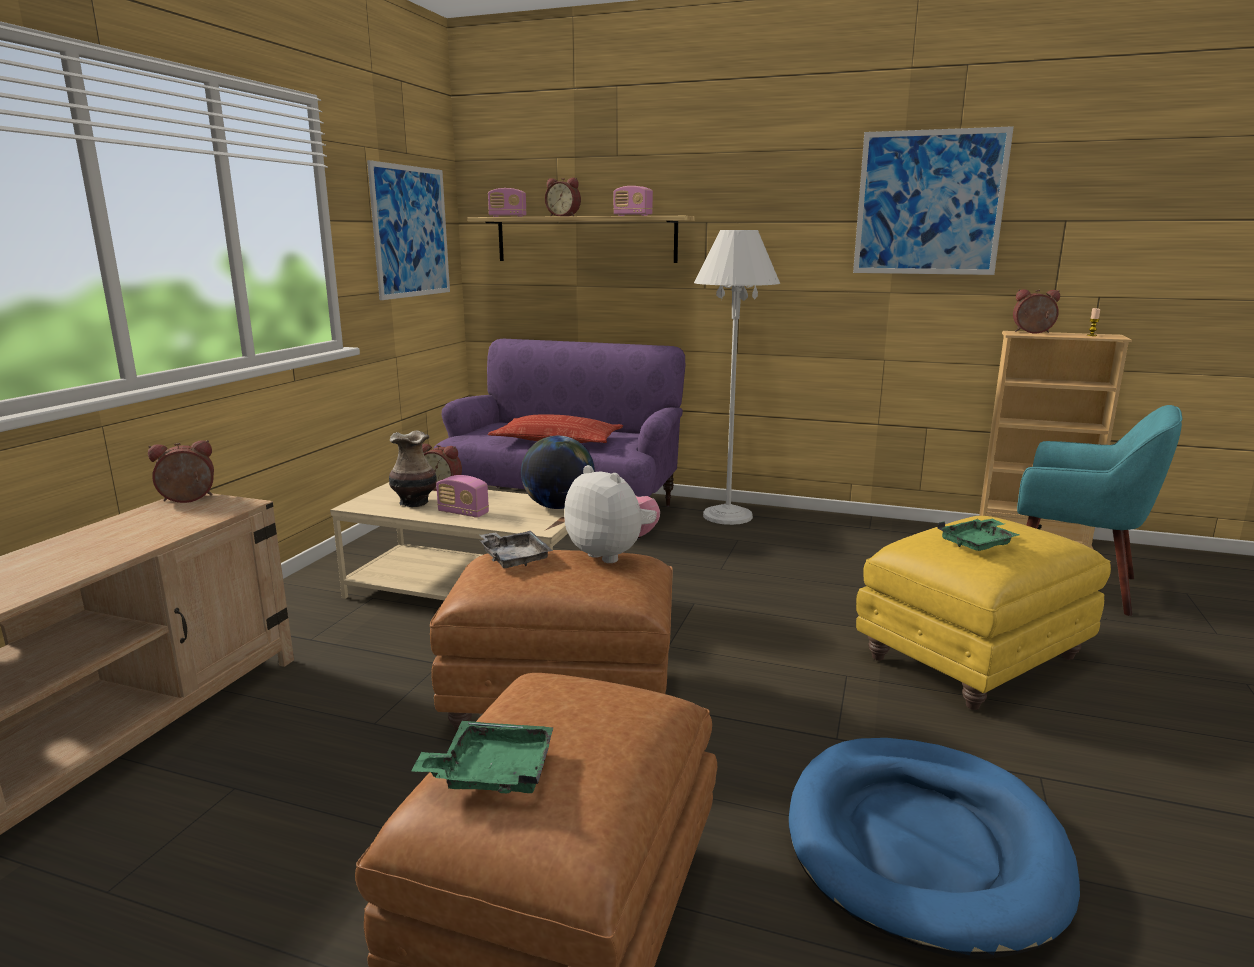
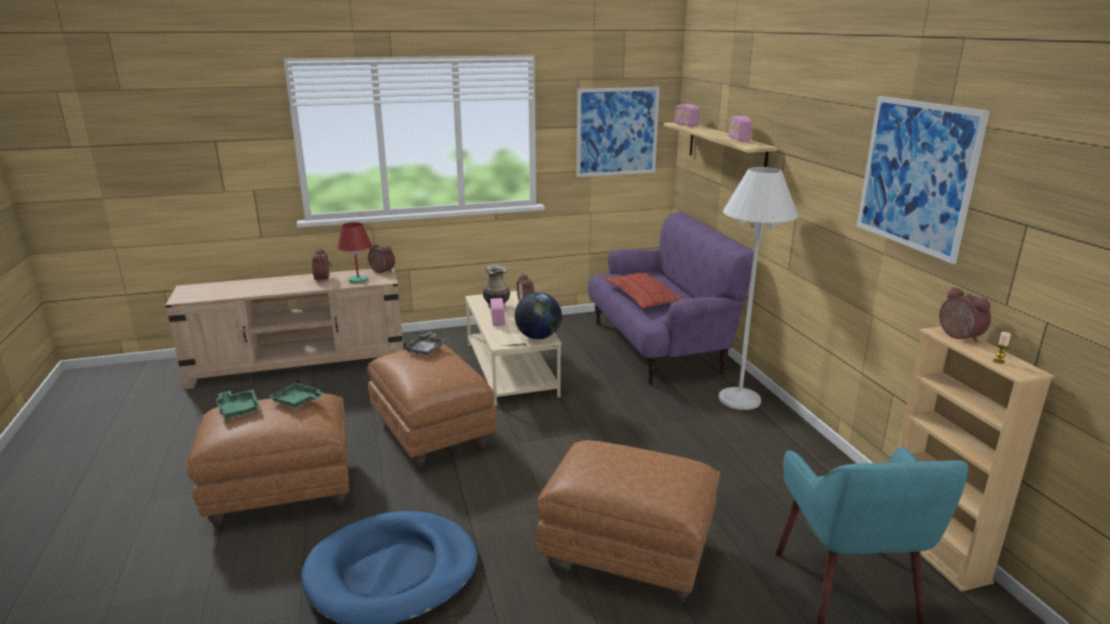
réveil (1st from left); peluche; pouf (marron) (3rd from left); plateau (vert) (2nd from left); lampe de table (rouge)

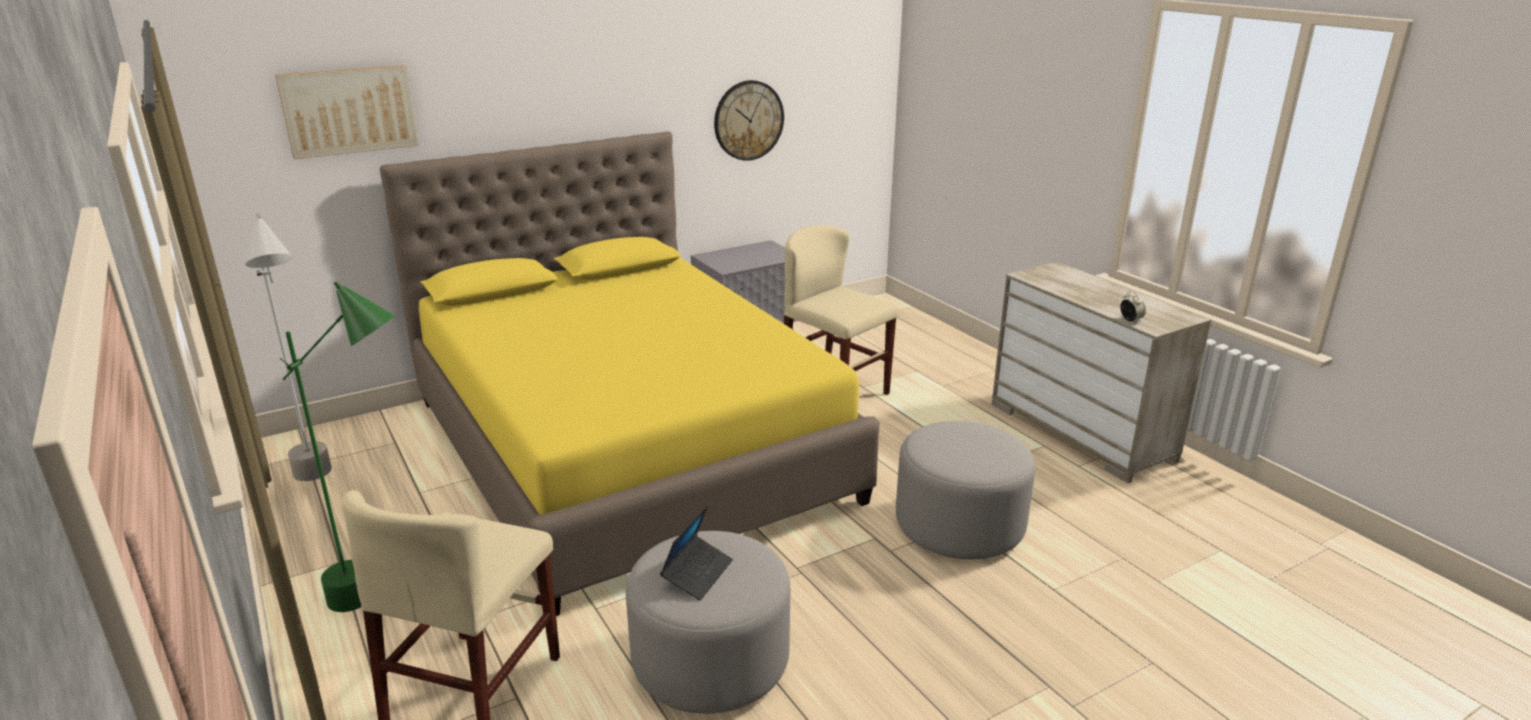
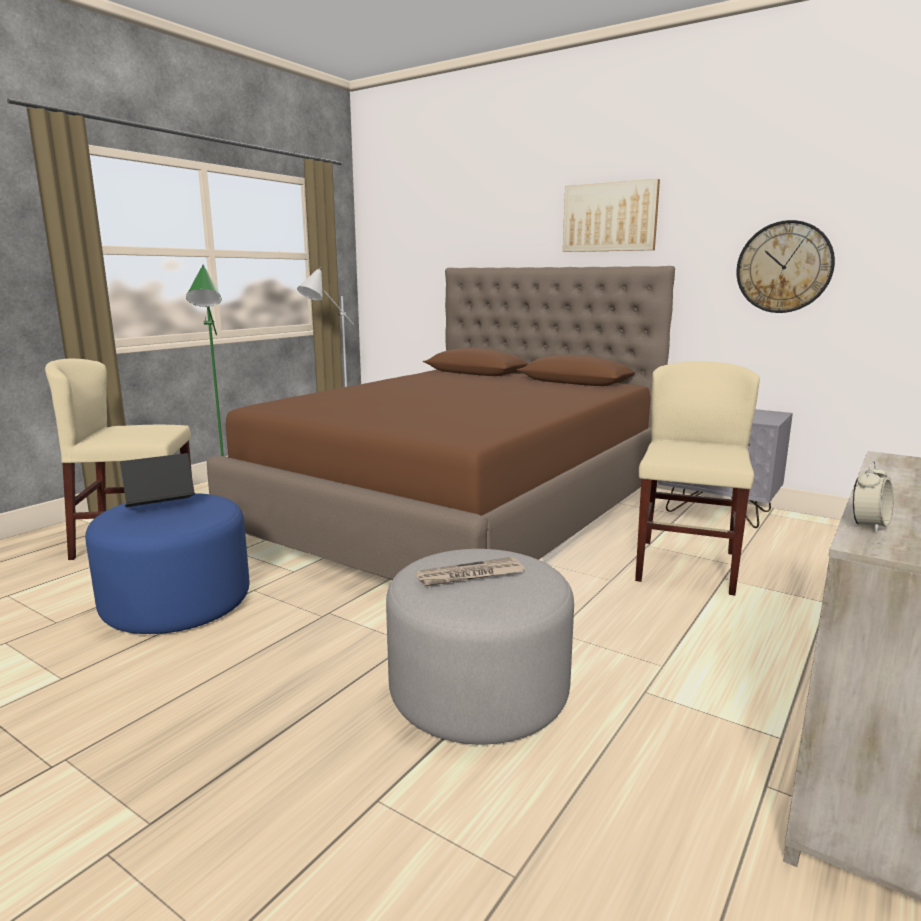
tableau; lit (marron); ordinateur portable; pouf (bleu); journal

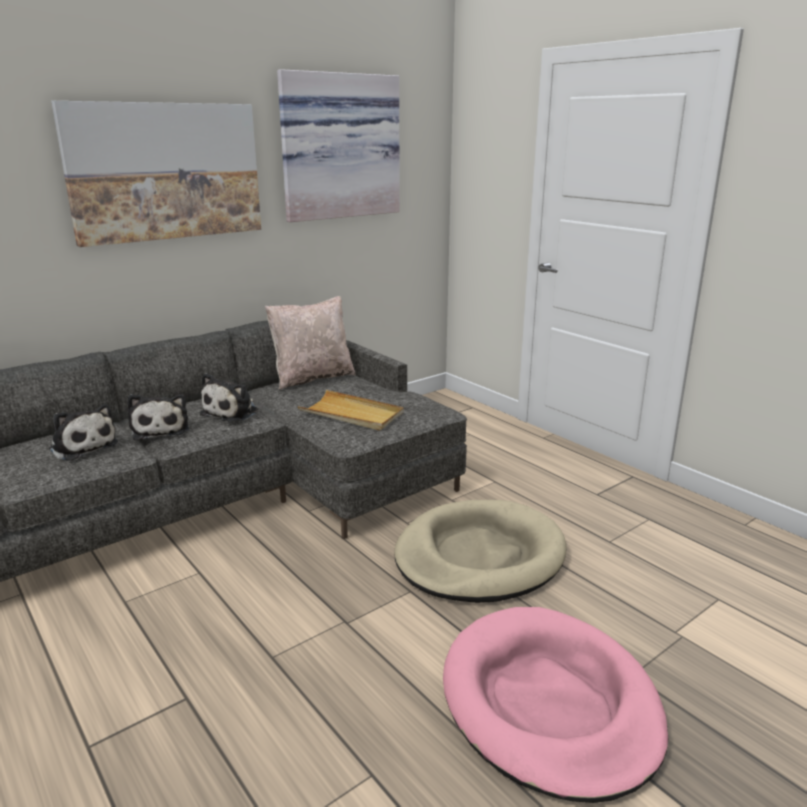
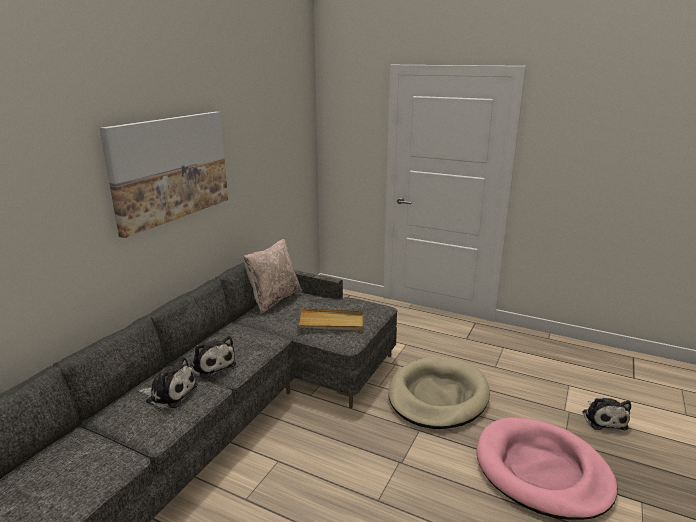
tableau (2nd from left in the first image); peluche (3rd from left)

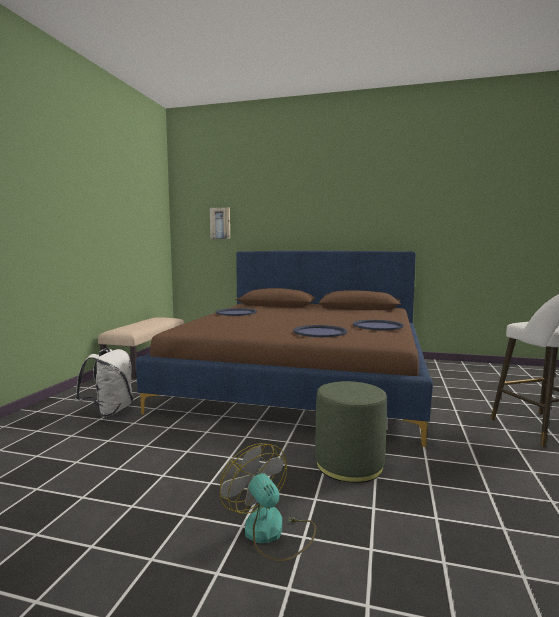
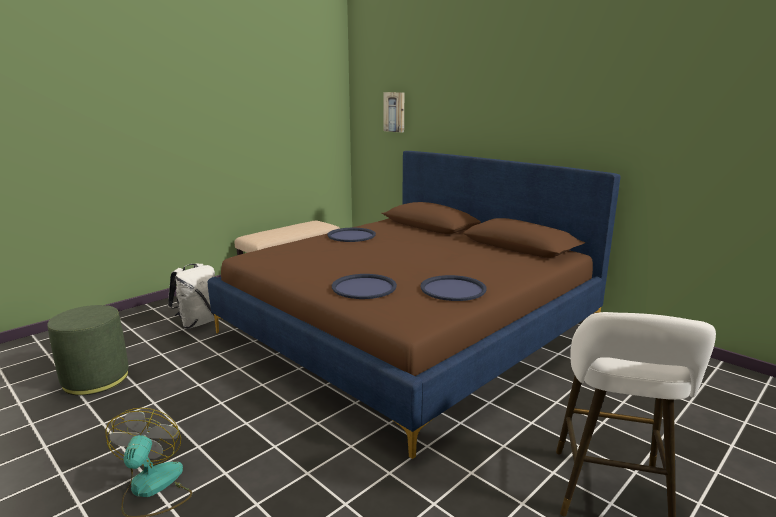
pouf (vert)

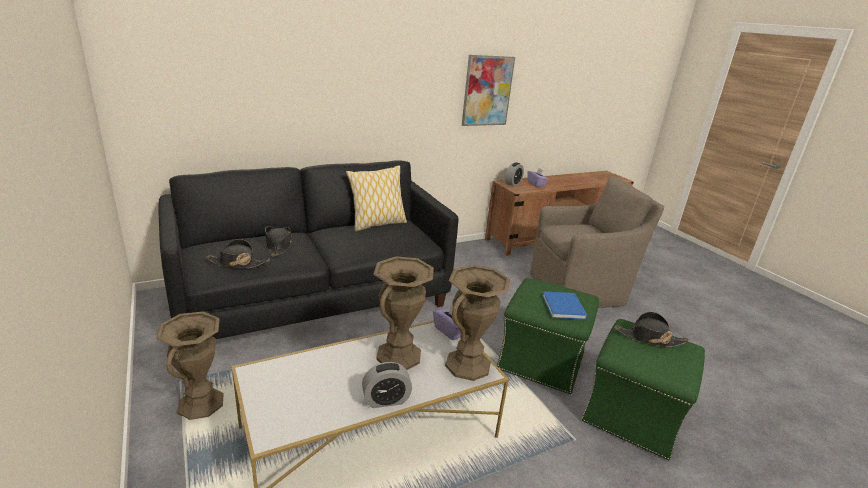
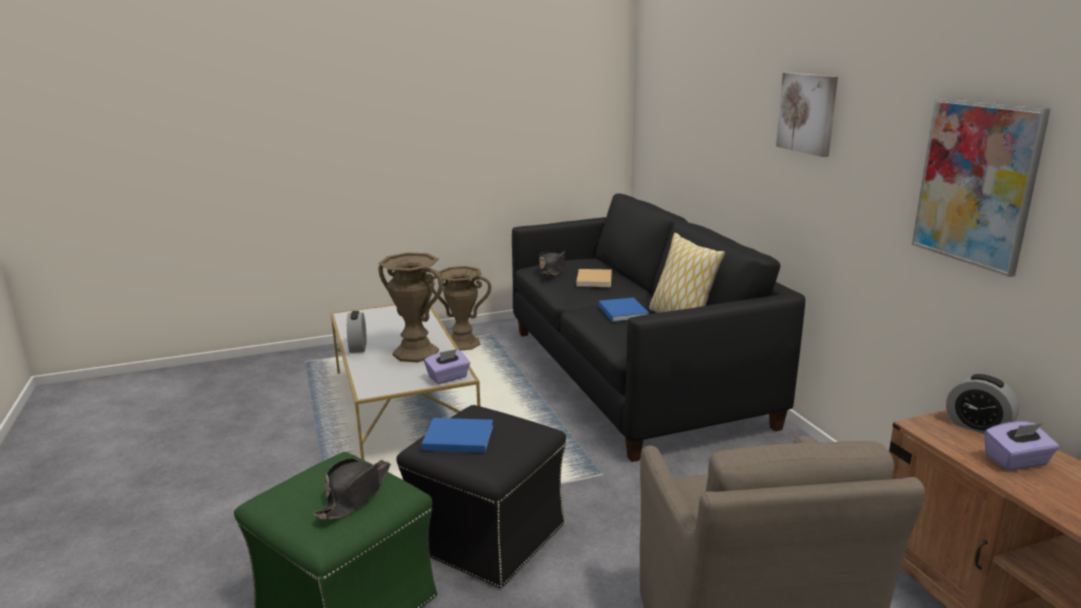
livre (beige); vase (marron) (3rd from left in the first image); pouf (noir); tableau (1st from left); livre (bleu) (2nd from left)

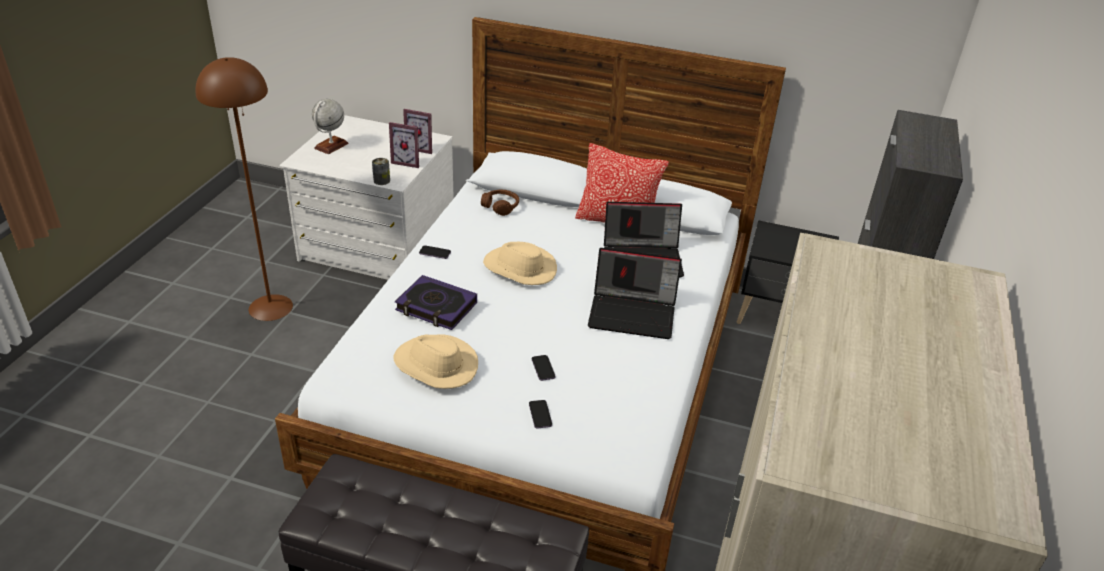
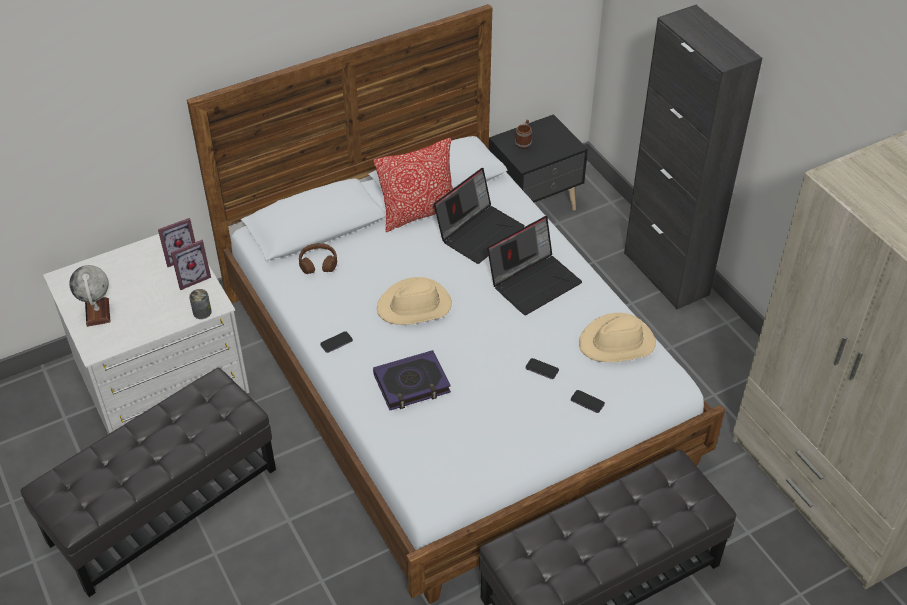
pouf (noir) (1st from left); chapeau (beige) (2nd from left); mug

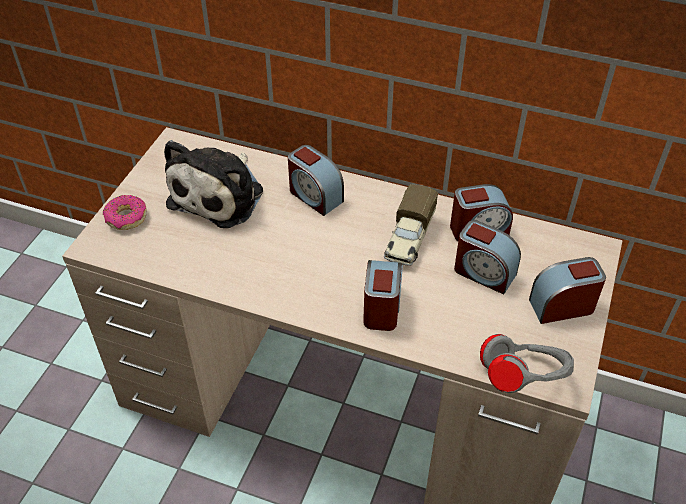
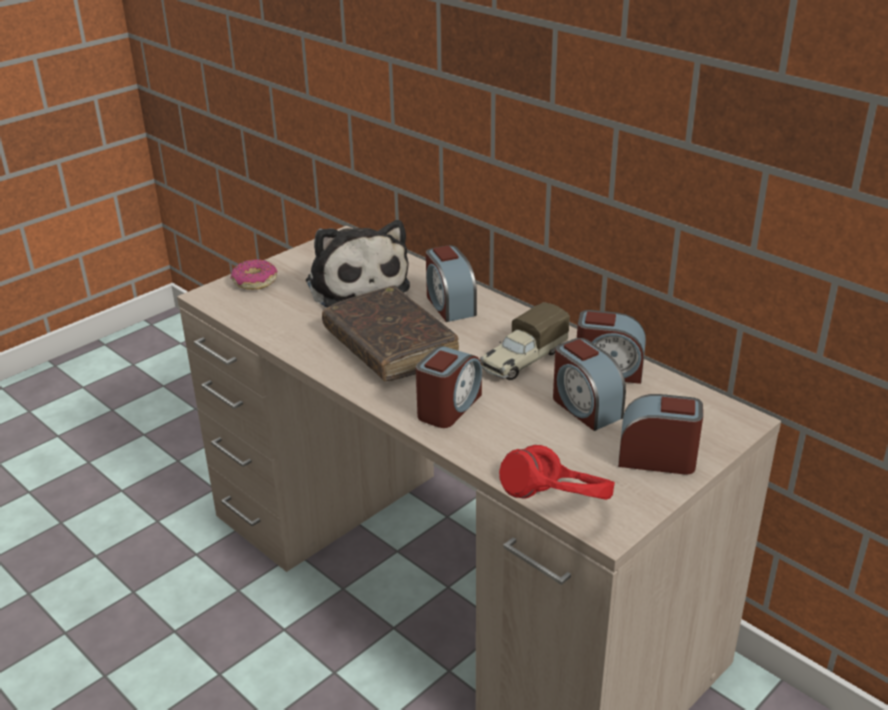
peluche; casque audio (rouge); livre (marron)

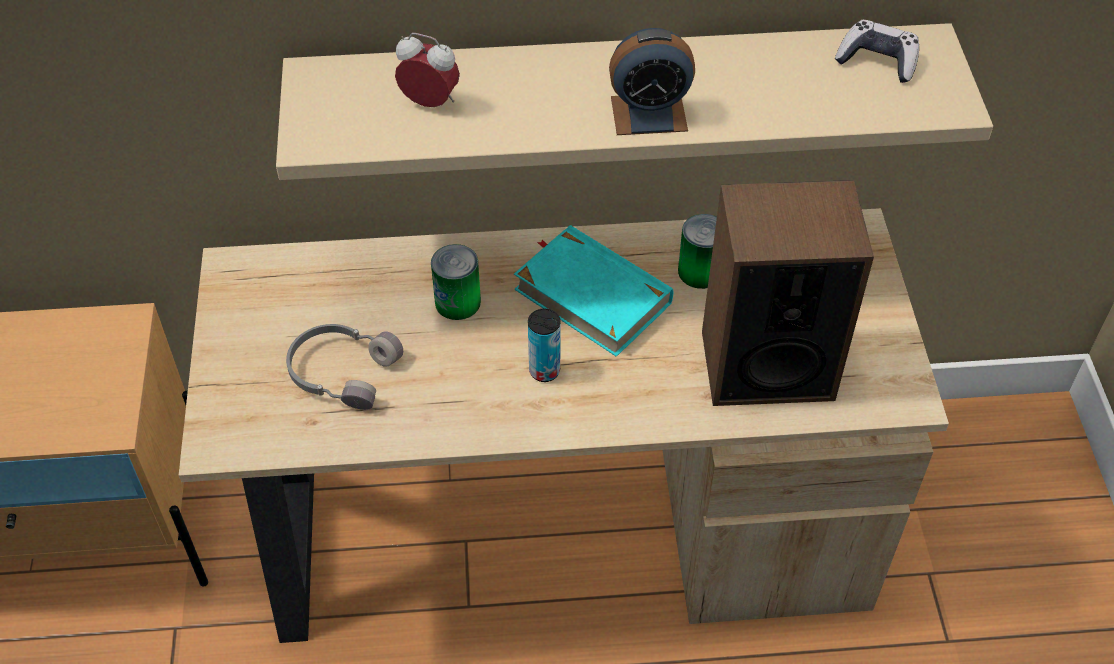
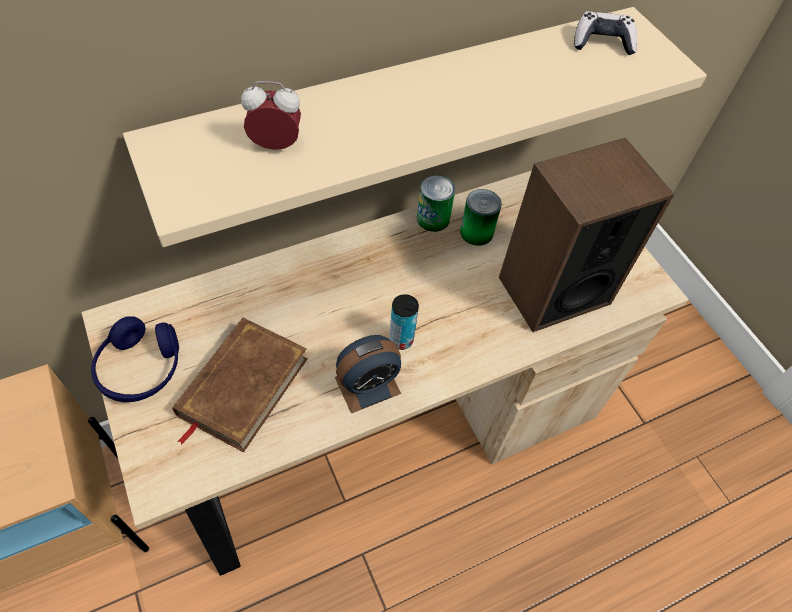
réveil (2nd from left); livre (turquoise); boîte métallique (2nd from left); livre (marron); casque audio (bleu)

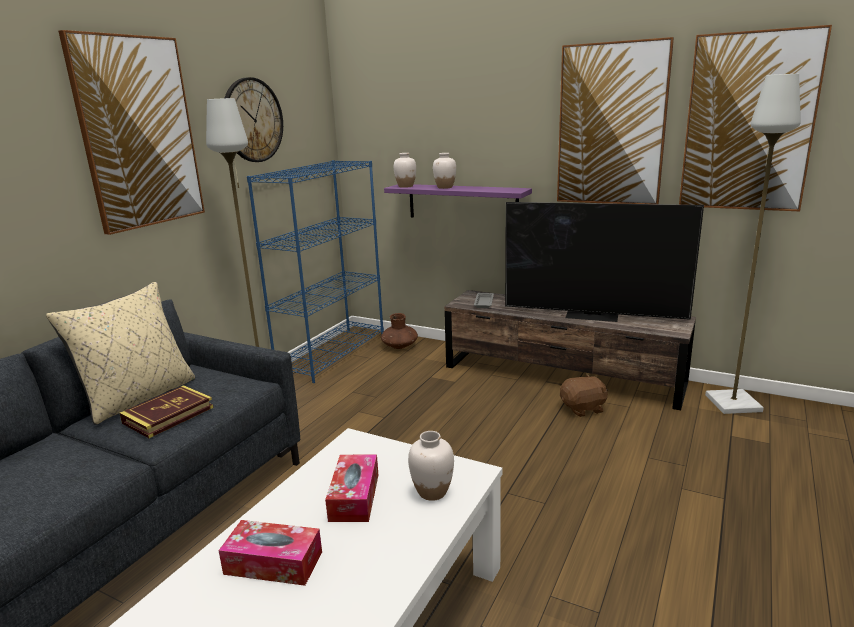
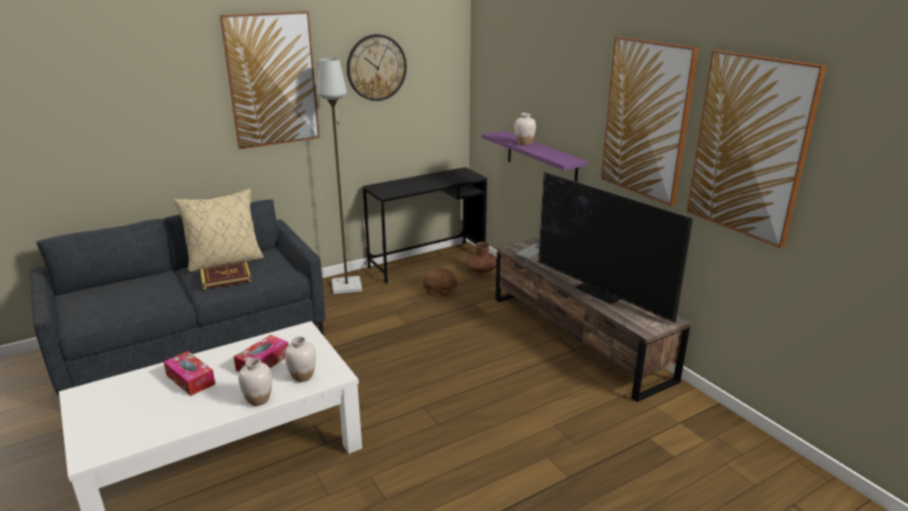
lampadaire (gris) (2nd from left in the first image); vase (blanc) (1st from left); bureau (noir); peluche (marron)

